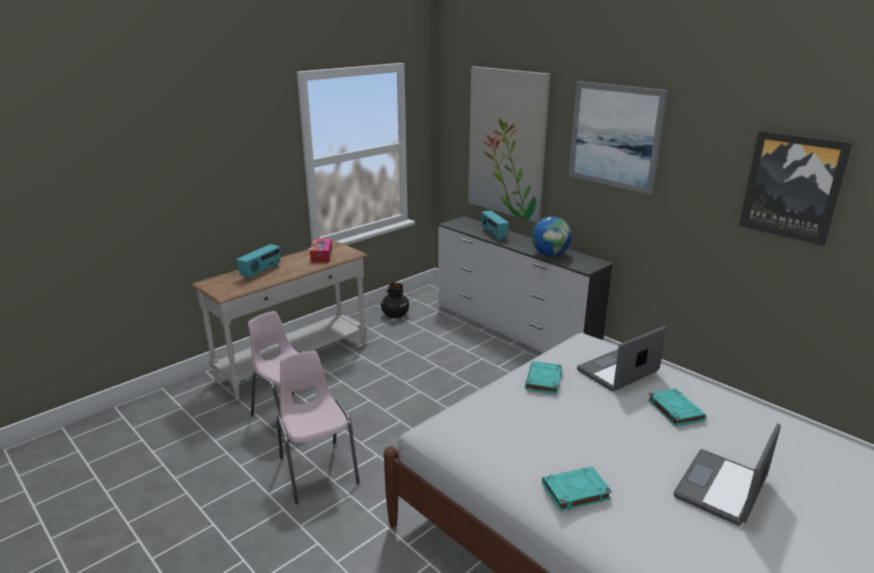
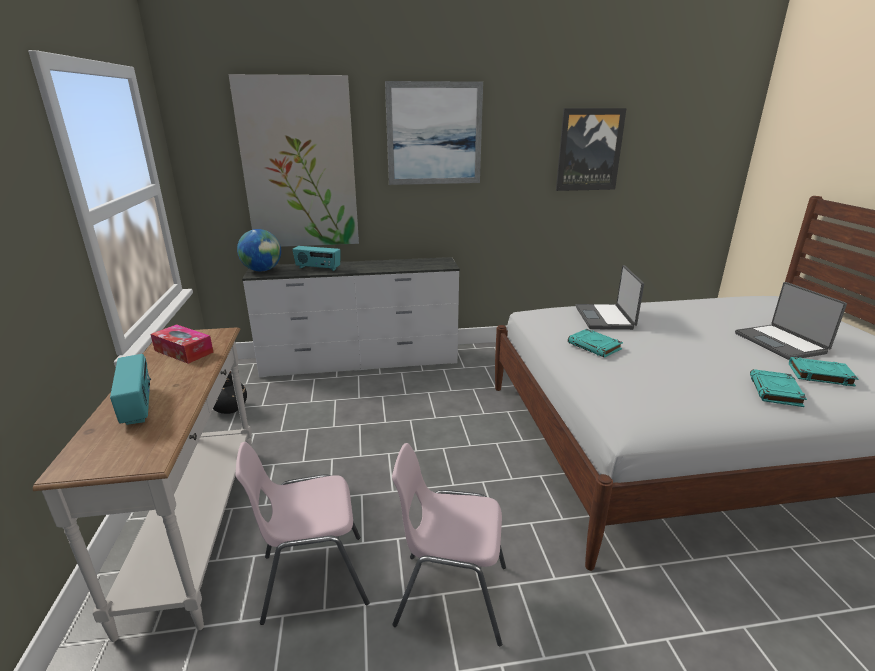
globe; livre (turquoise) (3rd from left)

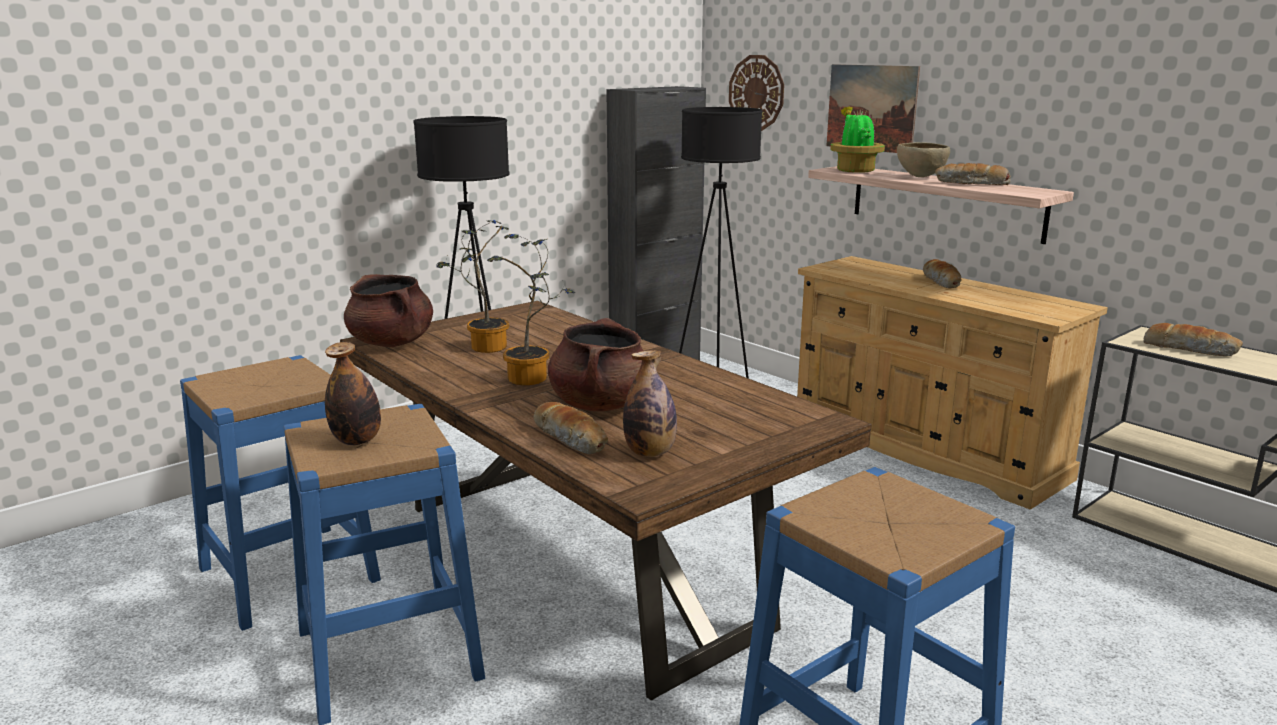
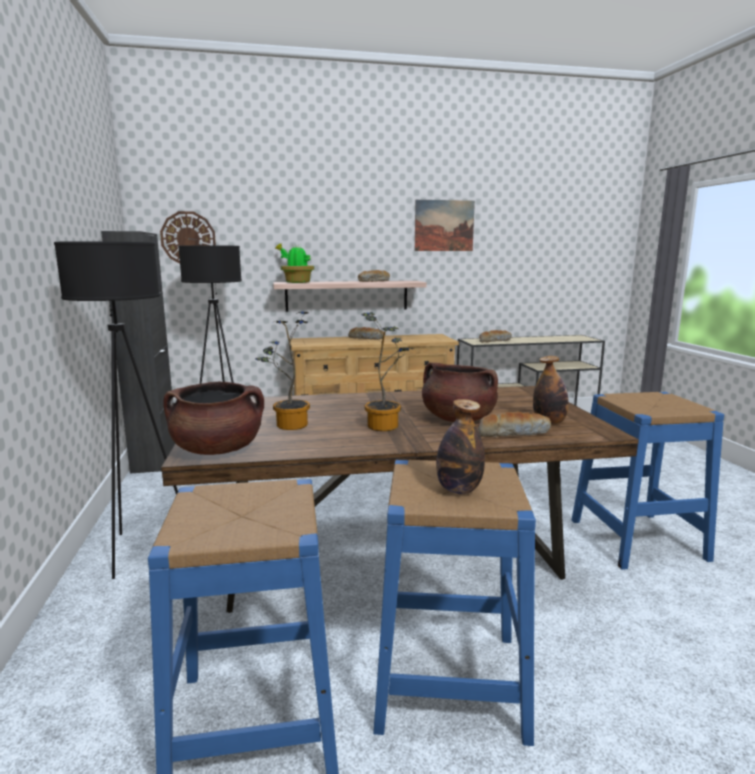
tableau; bol (marron)

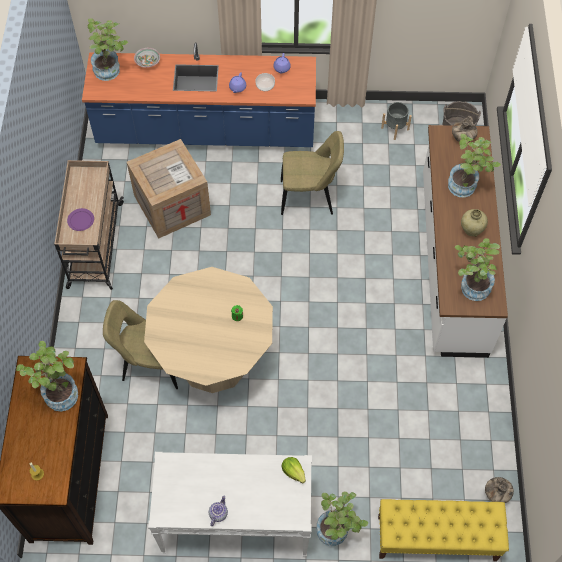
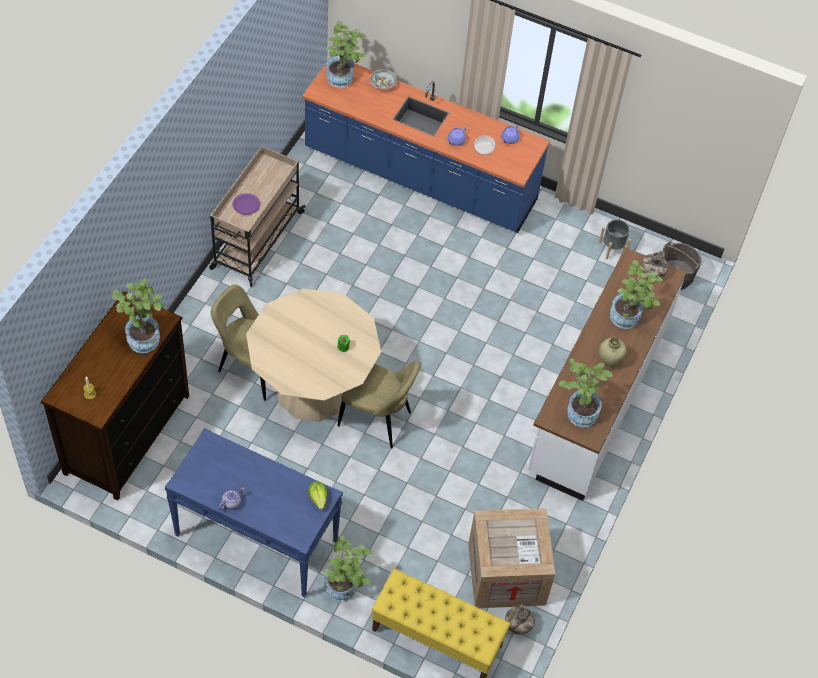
chaise (beige) (2nd from left); caisse; table console (bleu)

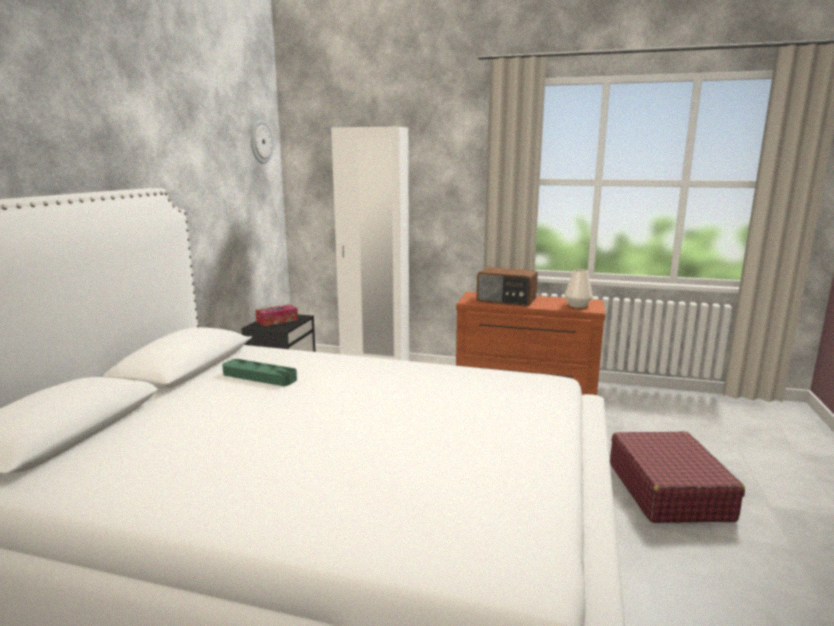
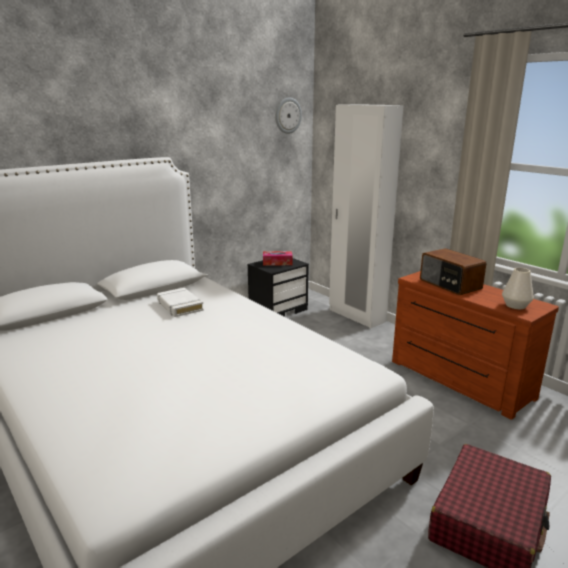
livre (blanc)

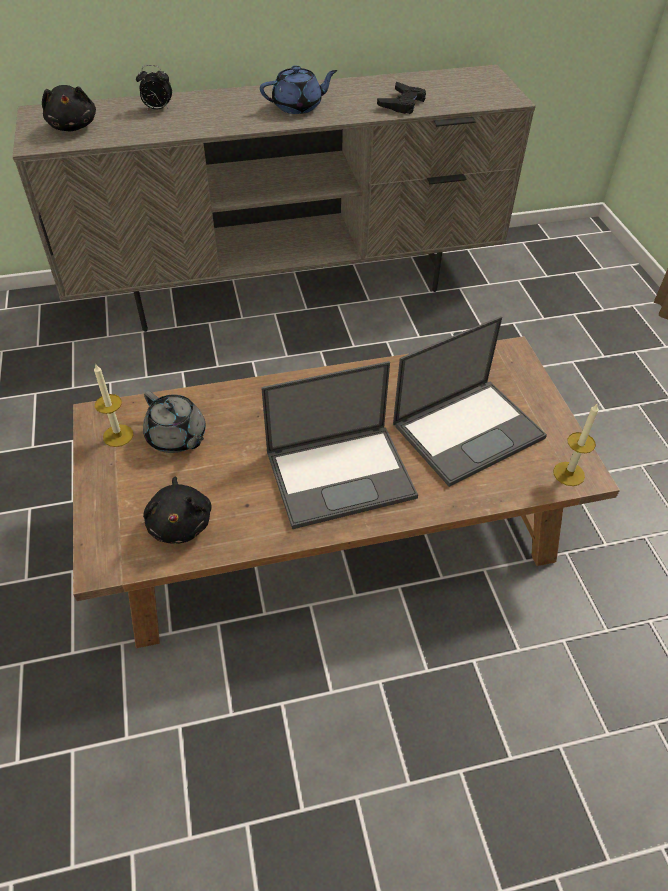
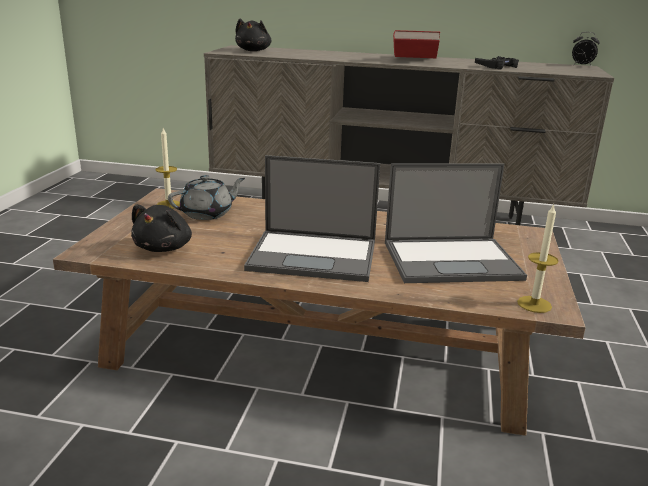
réveil; livre (rouge); théière (gris)

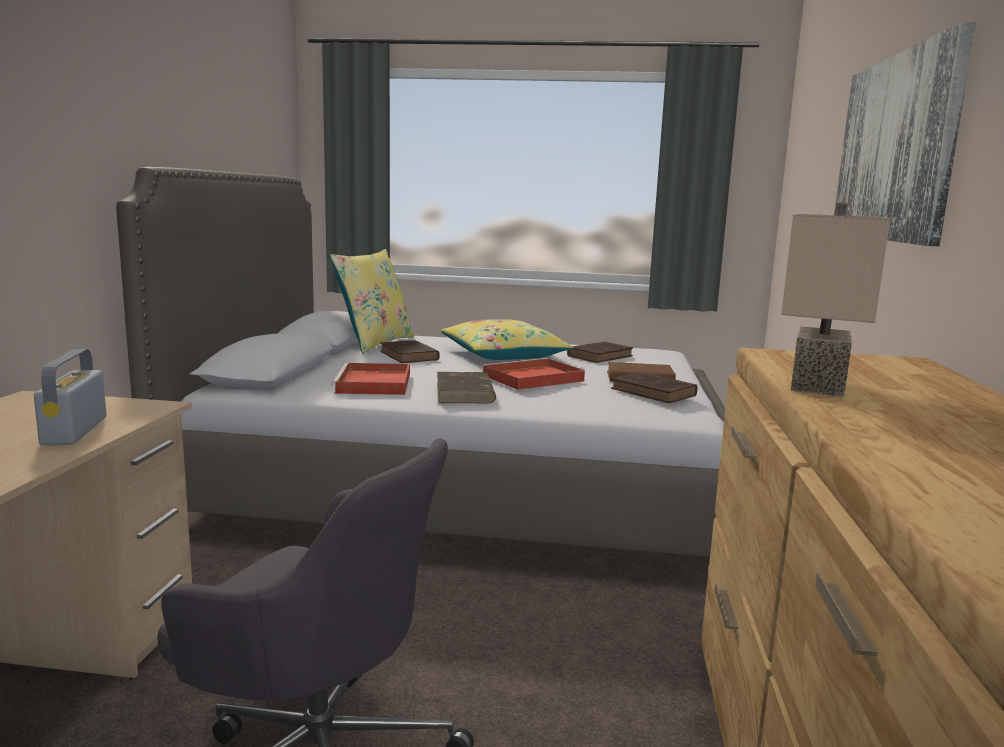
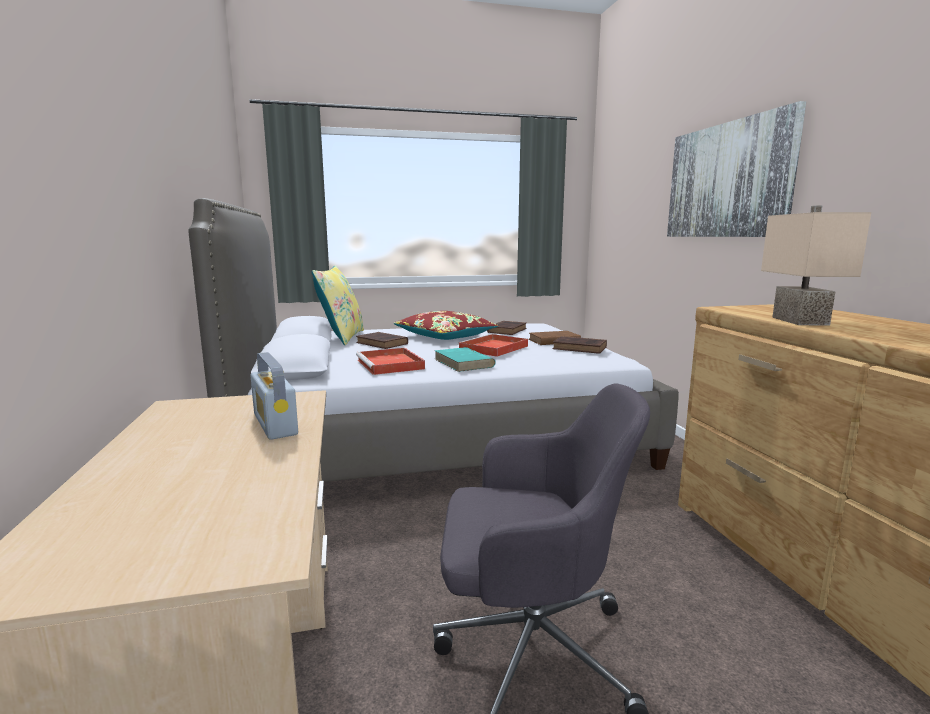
coussin (rouge); livre (turquoise)

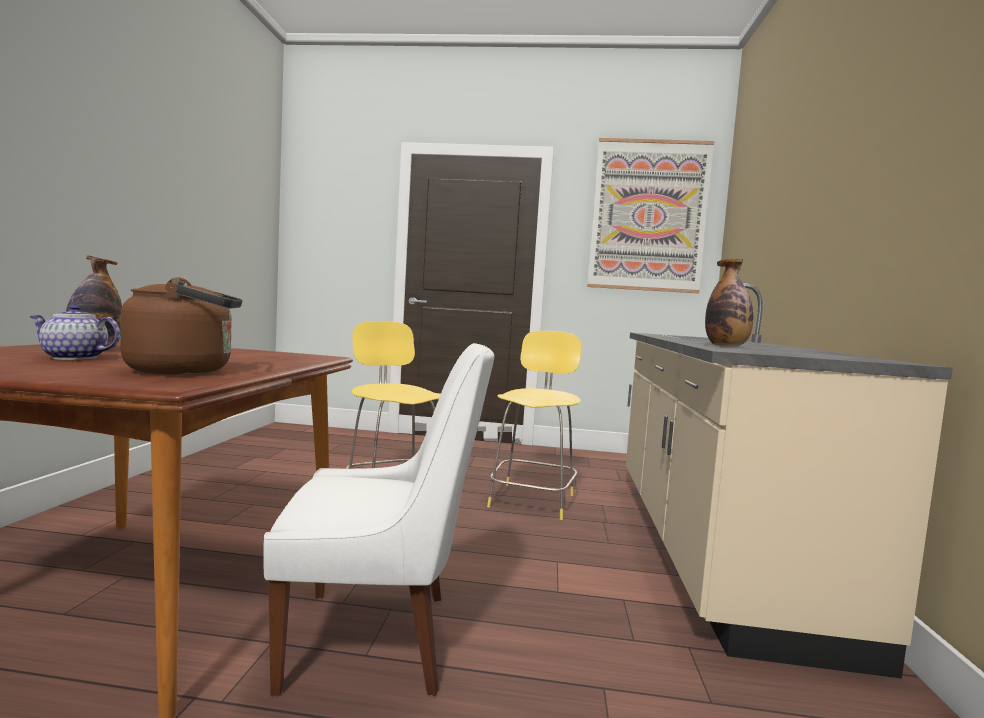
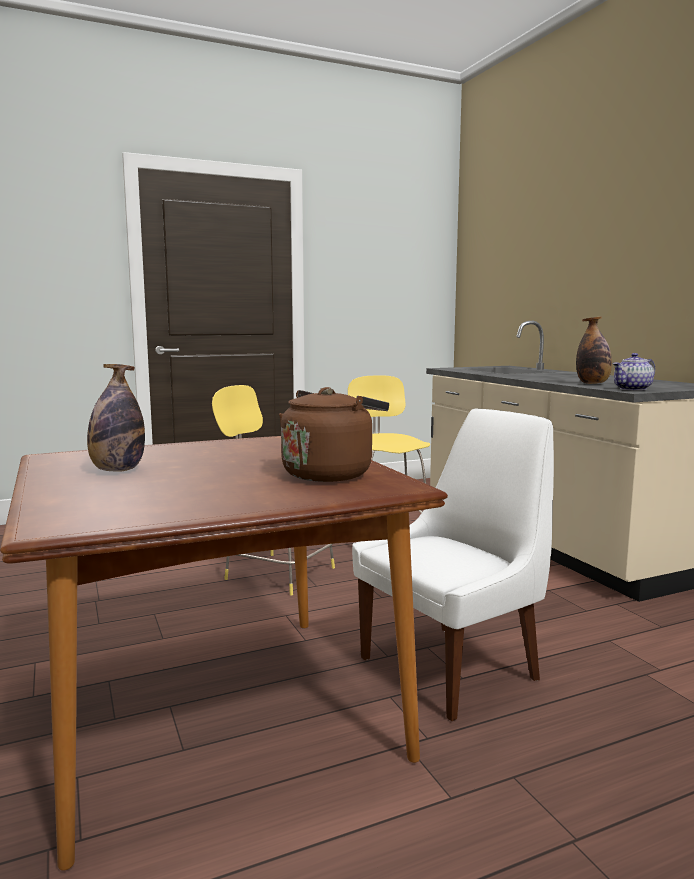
tableau; théière

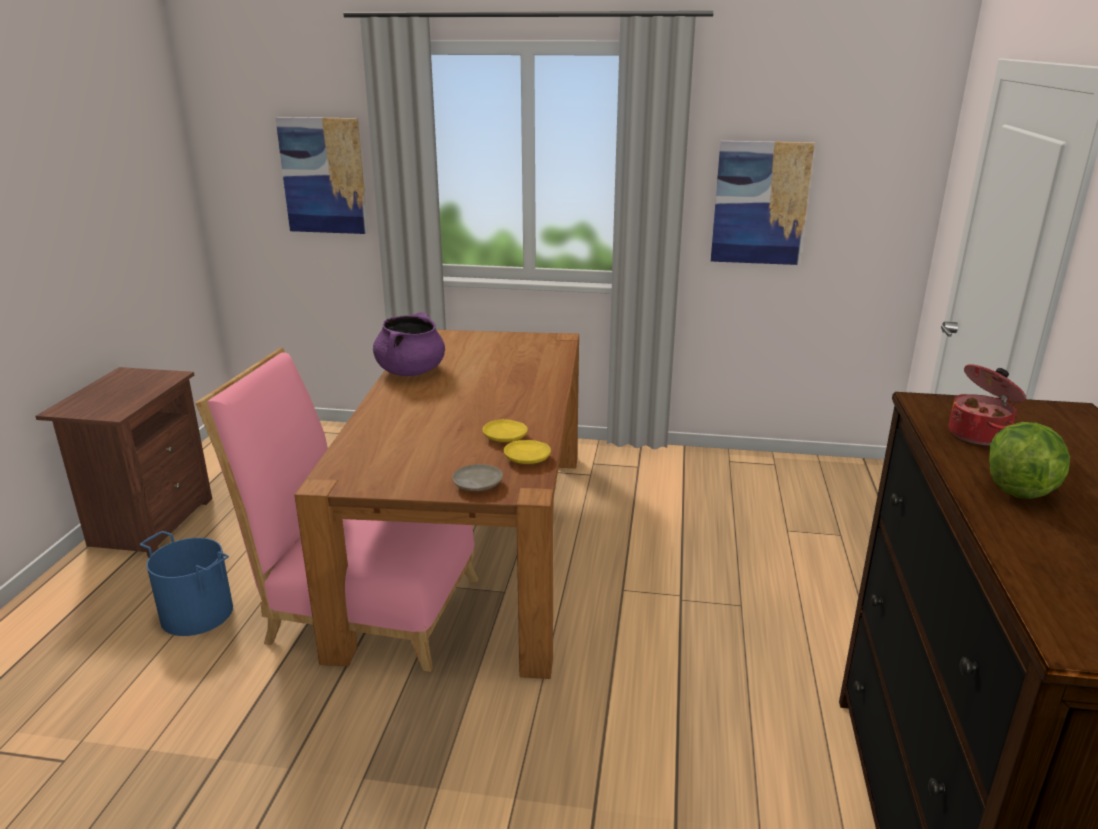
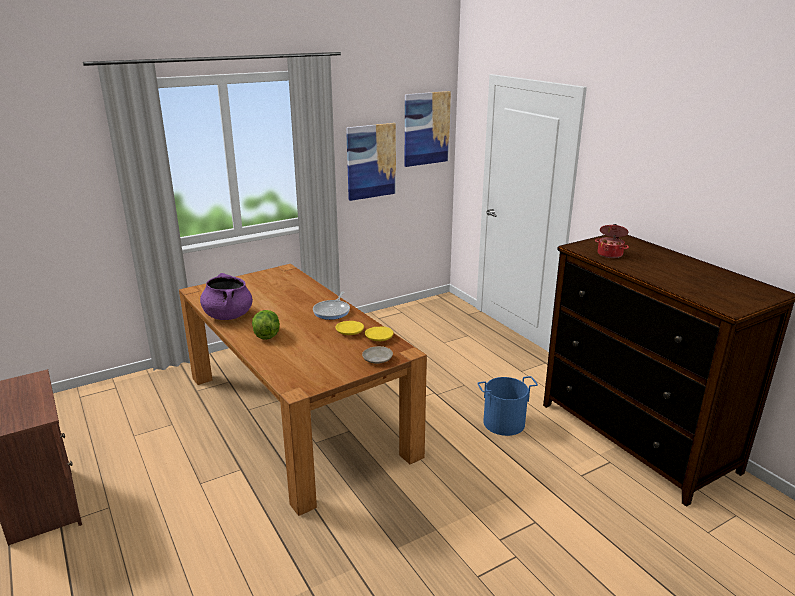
tableau (2nd from left); chaise (rose); laitue; seau (bleu); poêle

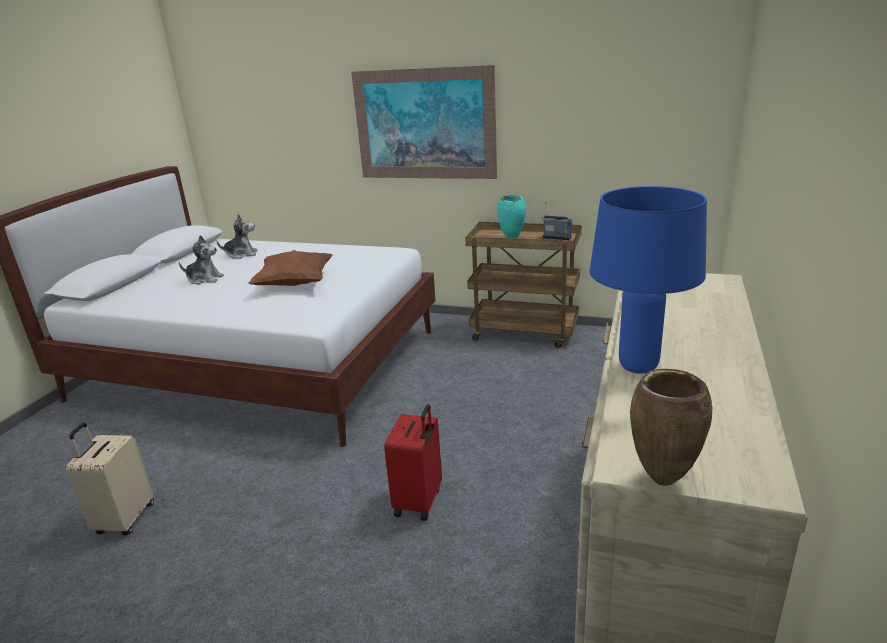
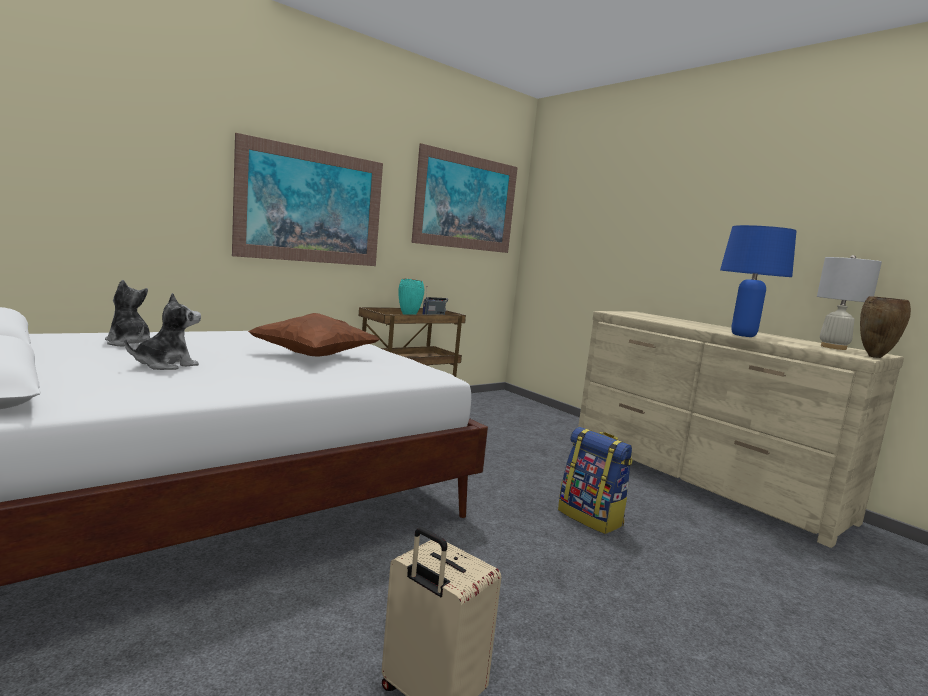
peluche (1st from left); sac à dos; tableau (2nd from left); lampe de table (blanc)

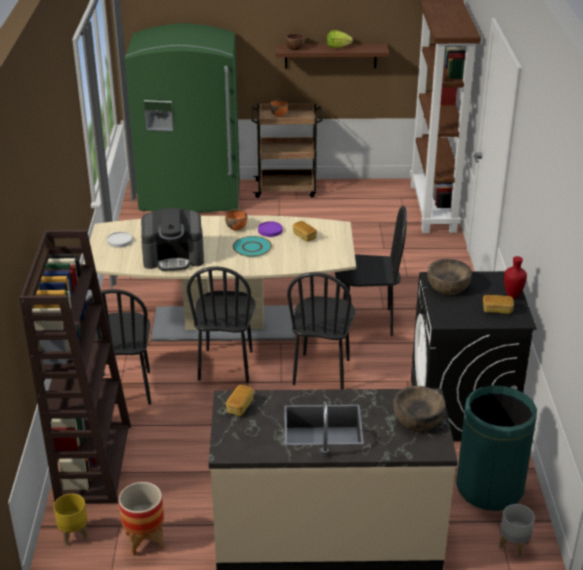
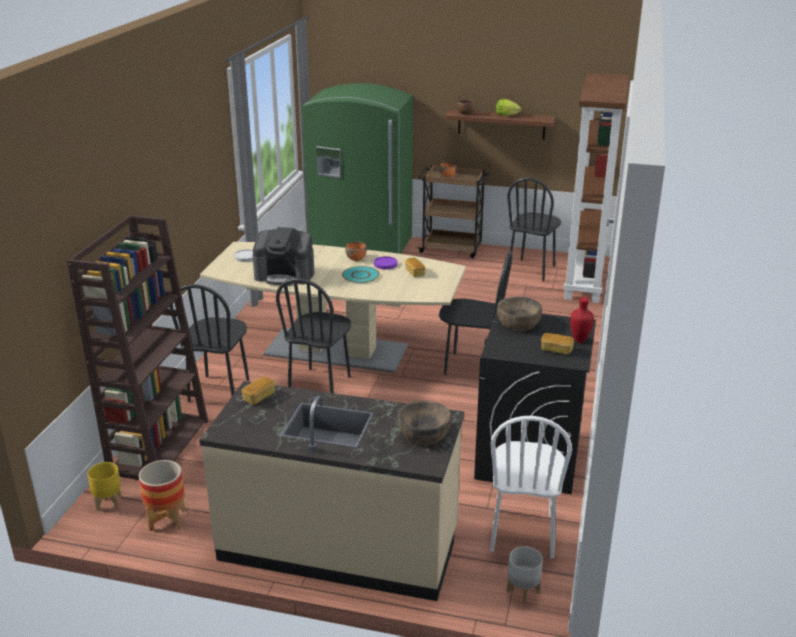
chaise (noir) (4th from left); chaise (blanc)

